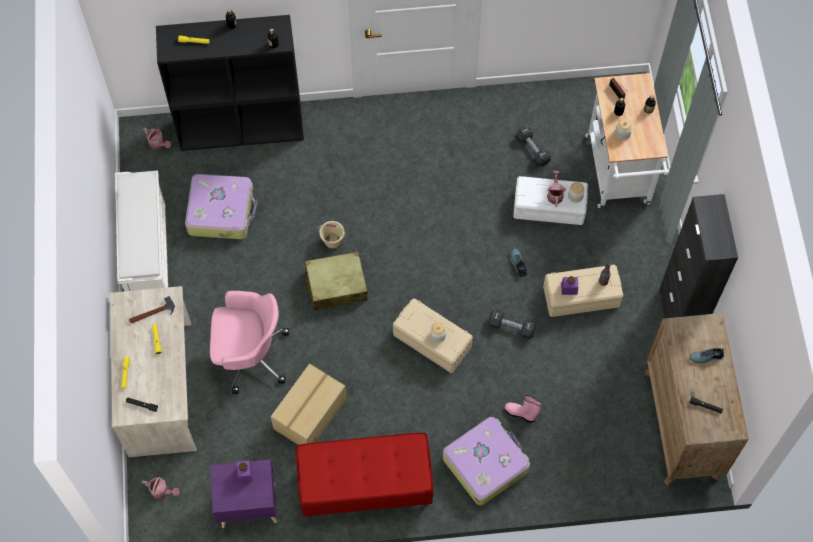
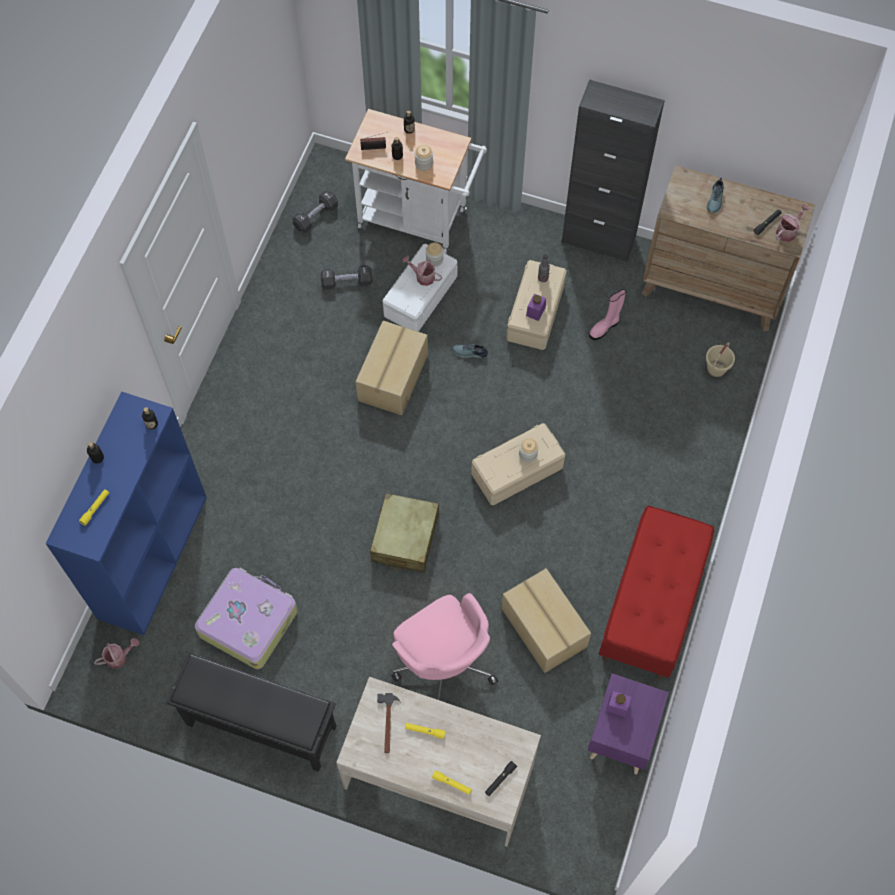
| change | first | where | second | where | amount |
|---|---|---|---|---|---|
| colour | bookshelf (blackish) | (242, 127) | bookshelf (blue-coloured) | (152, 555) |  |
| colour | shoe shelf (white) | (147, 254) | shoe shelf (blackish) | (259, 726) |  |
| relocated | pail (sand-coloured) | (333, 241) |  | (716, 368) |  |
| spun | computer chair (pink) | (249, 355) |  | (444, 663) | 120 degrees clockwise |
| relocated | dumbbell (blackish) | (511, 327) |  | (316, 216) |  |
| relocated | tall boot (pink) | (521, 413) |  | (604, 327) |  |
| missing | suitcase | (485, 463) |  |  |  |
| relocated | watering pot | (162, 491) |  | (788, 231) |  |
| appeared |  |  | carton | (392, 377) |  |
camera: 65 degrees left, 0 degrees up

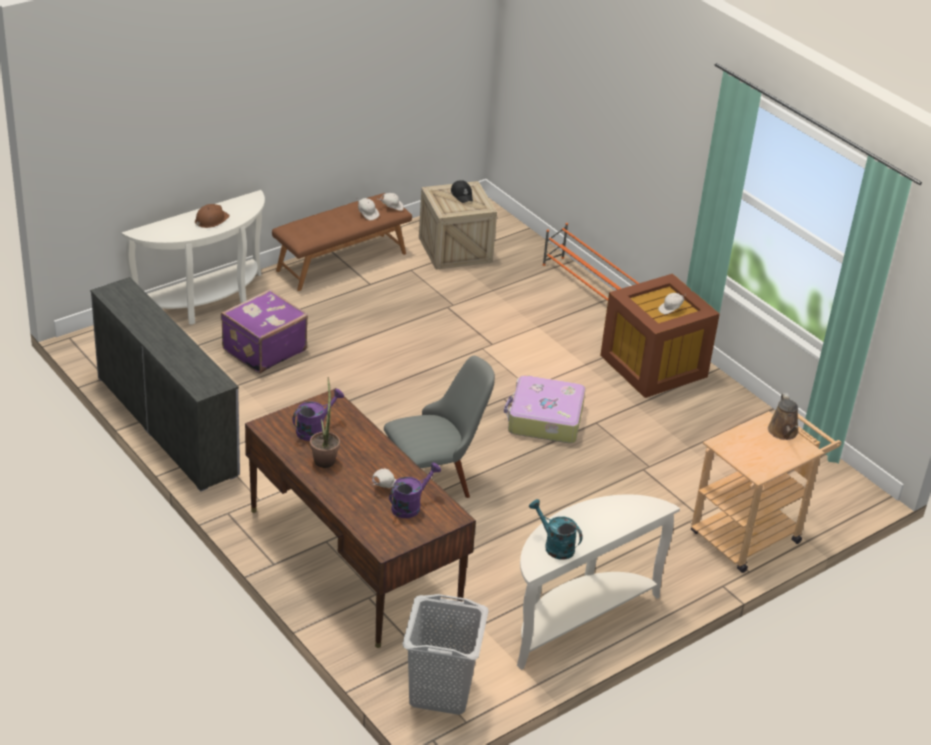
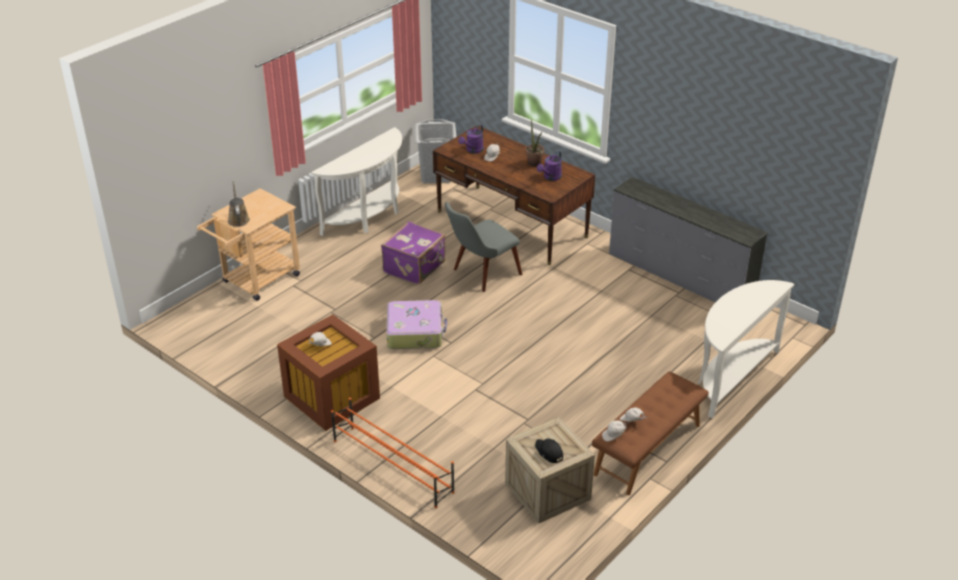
| change | first | where | second | where | amount |
|---|---|---|---|---|---|
| missing | hard hat (brown-coloured) | (211, 220) |  |  |  |
| relocated | suitcase (purple-coloured) | (263, 349) |  | (415, 267) |  |
| missing | watering pot (blue-green) | (554, 546) |  |  |  |
camera: 170 degrees right, 0 degrees up

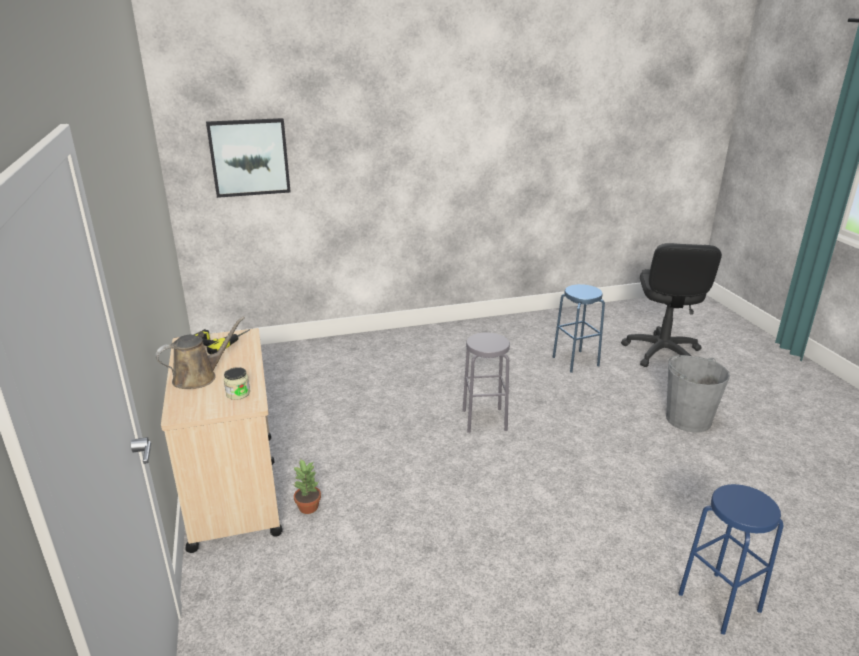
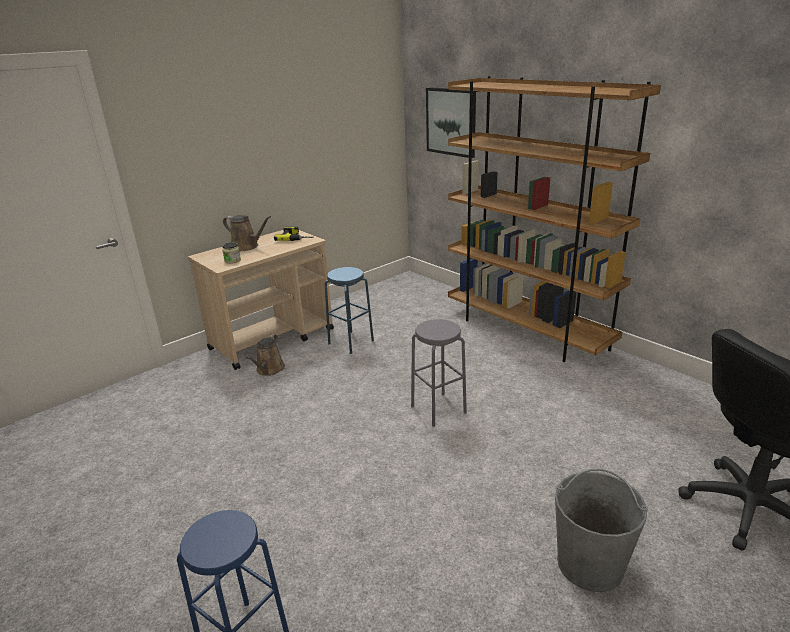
| change | first | where | second | where | amount |
|---|---|---|---|---|---|
| relocated | stool seat (blue-coloured) | (575, 361) |  | (351, 342) |  |
| exchanged | potted plant | (309, 507) | watering pot (brown-coloured) | (269, 370) |  |
| appeared |  |  | bookshelf (brown-coloured) | (527, 331) |  |
camera: 65 degrees right, 0 degrees up

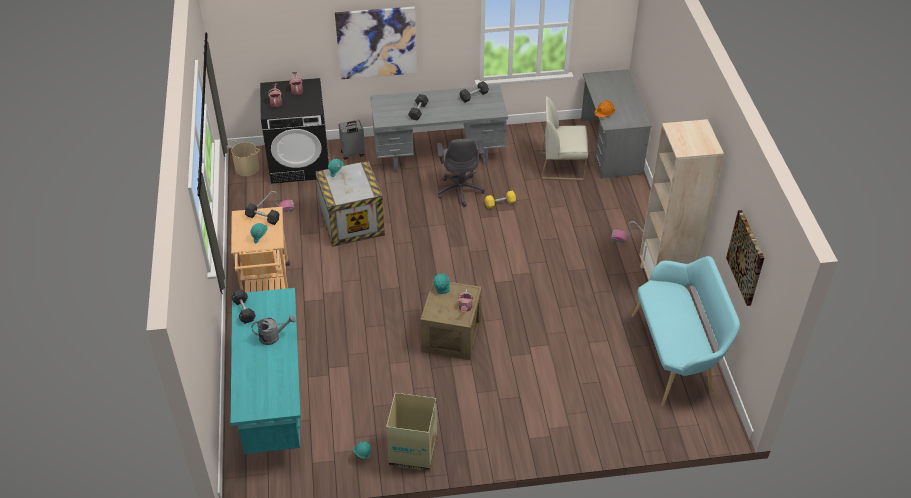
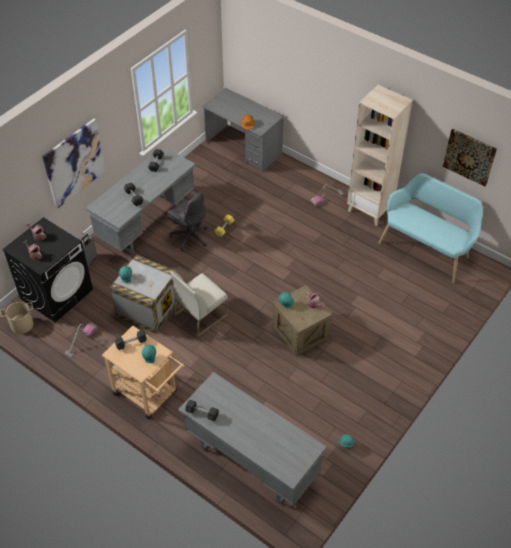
| change | first | where | second | where | amount |
|---|---|---|---|---|---|
| relocated | chair (white) | (562, 166) |  | (201, 314) |  |
| colour | desk (blue-green) | (273, 401) | desk (gray) | (250, 461) |  |
| missing | watering pot (gray) | (273, 337) |  |  |  |
| missing | carton | (413, 451) |  |  |  |
camera: 45 degrees left, 5 degrees up

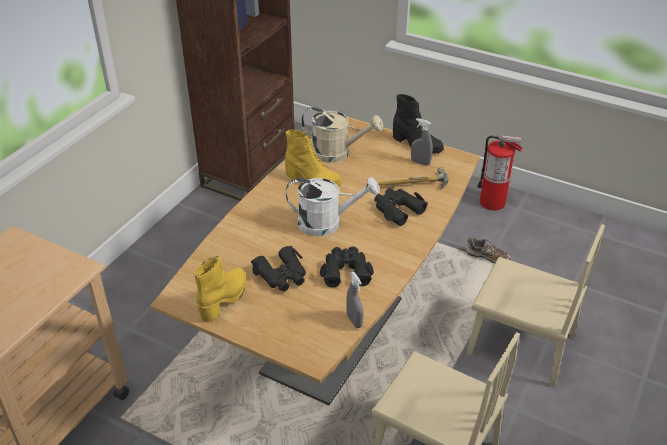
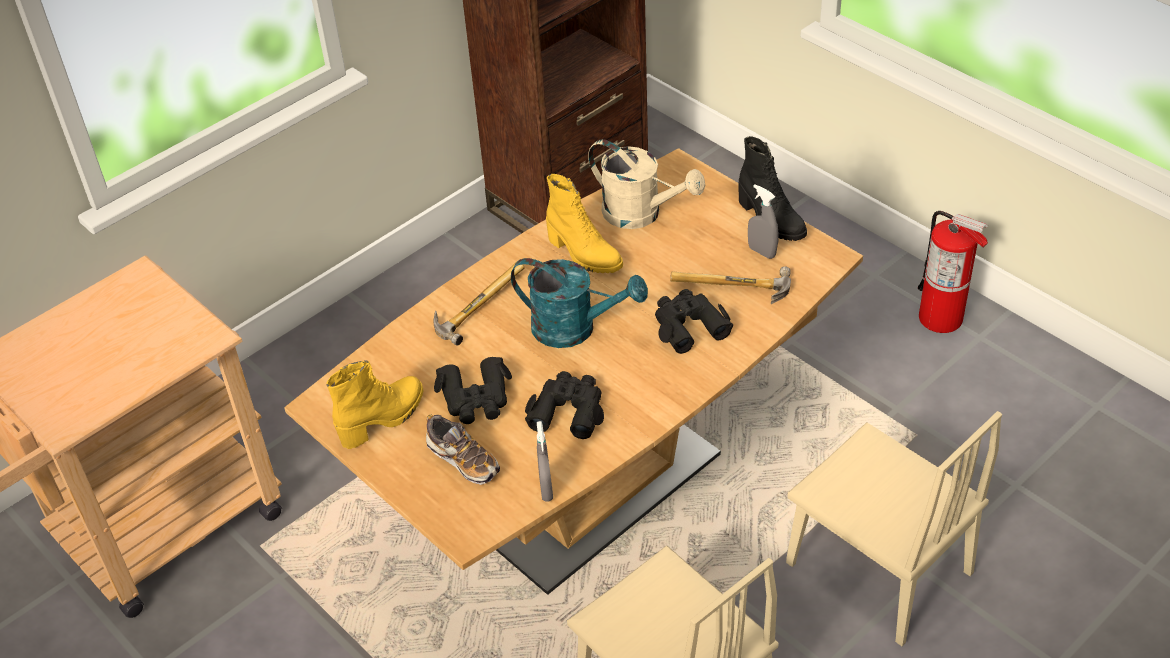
| change | first | where | second | where | amount |
|---|---|---|---|---|---|
| colour | watering pot (white) | (327, 223) | watering pot (blue-green) | (575, 328) |  |
| relocated | item of footwear | (487, 257) |  | (463, 460) |  |
| appeared |  |  | hand hammer | (477, 303) |  |
camera: 20 degrees right, 5 degrees up

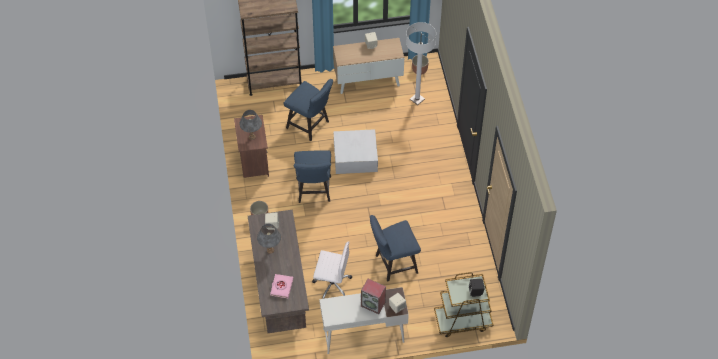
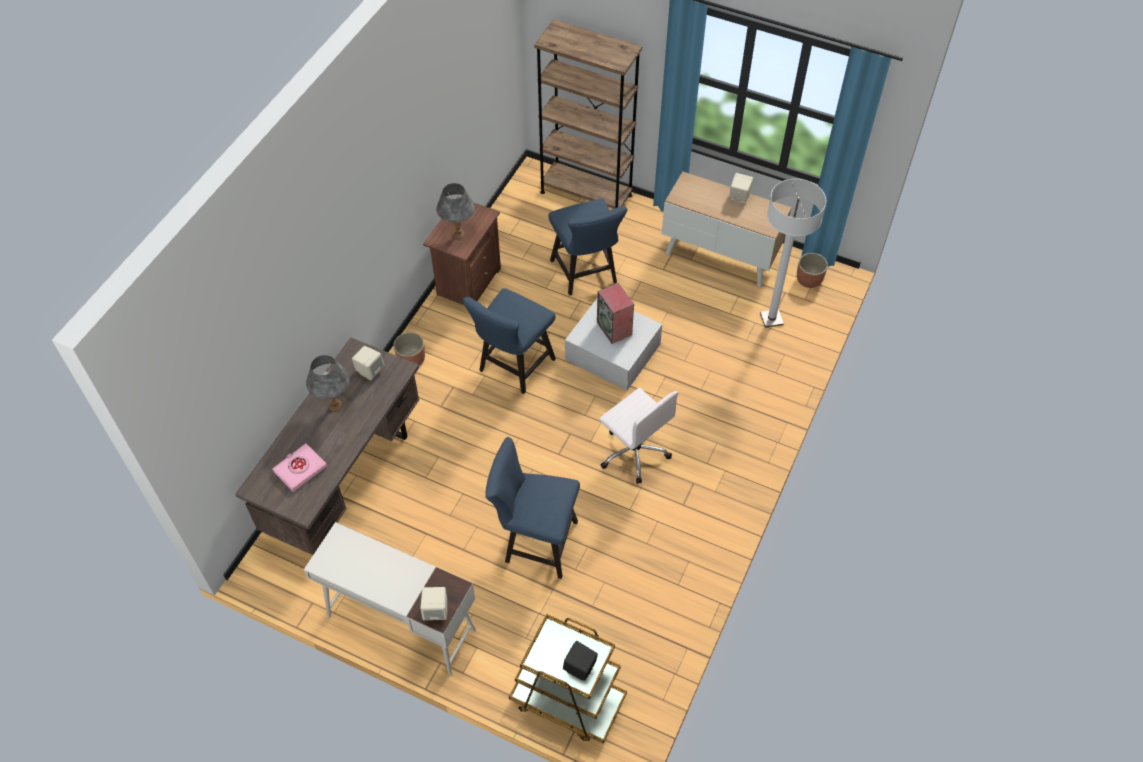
| change | first | where | second | where | amount |
|---|---|---|---|---|---|
| relocated | computer chair (white) | (332, 285) |  | (634, 452) |  |
| relocated | audio speaker | (373, 304) |  | (615, 328) |  |
camera: 35 degrees right, 0 degrees up

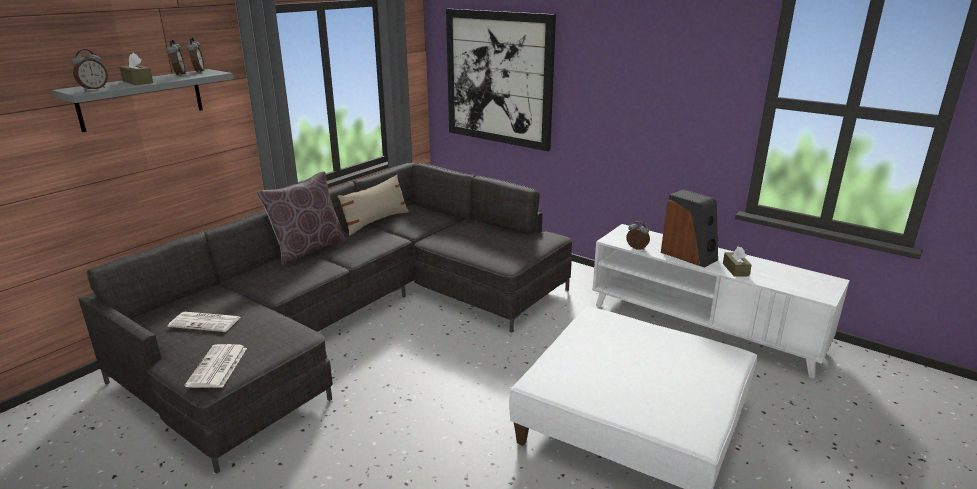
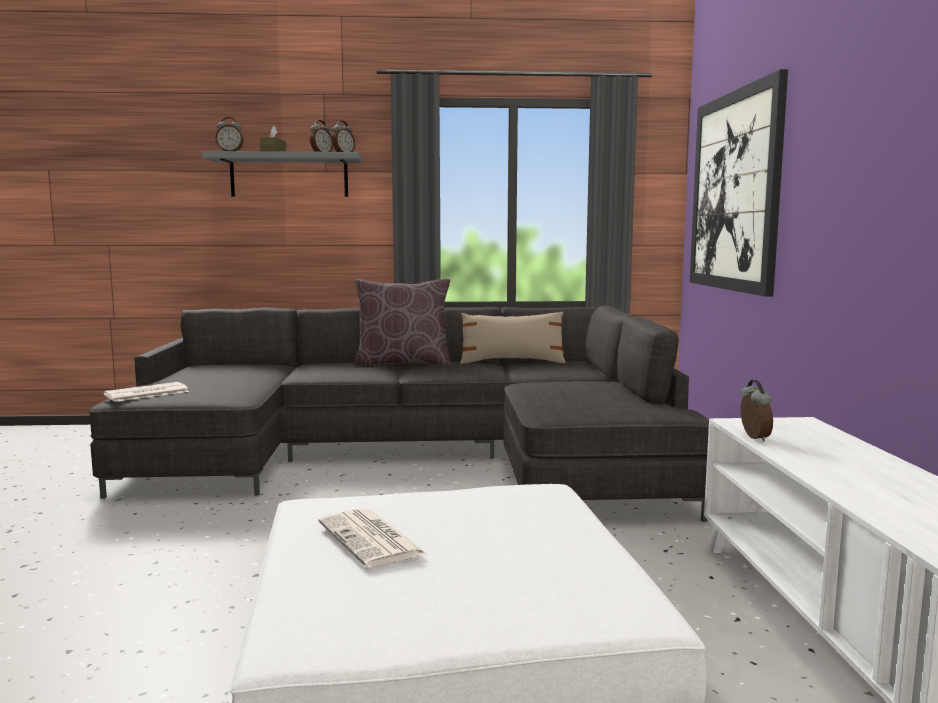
| change | first | where | second | where | amount |
|---|---|---|---|---|---|
| missing | audio speaker | (689, 255) |  |  |  |
| missing | box of tissues (brown-coloured) | (735, 269) |  |  |  |
| relocated | printed paper | (206, 322) |  | (372, 539) |  |
camera: 50 degrees right, 15 degrees down

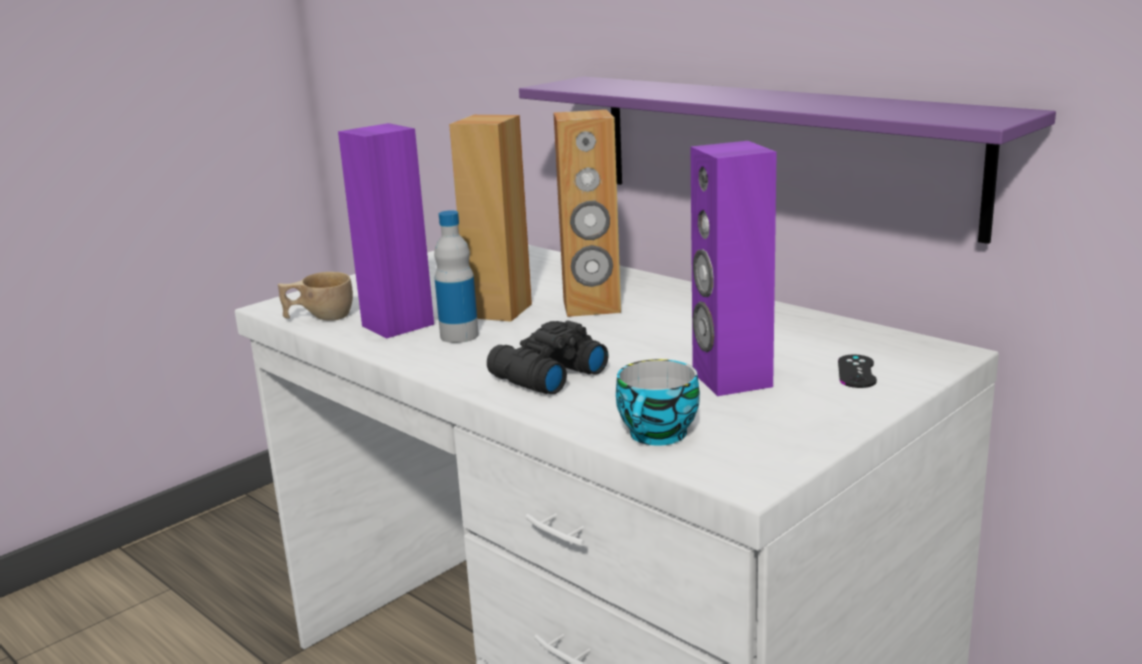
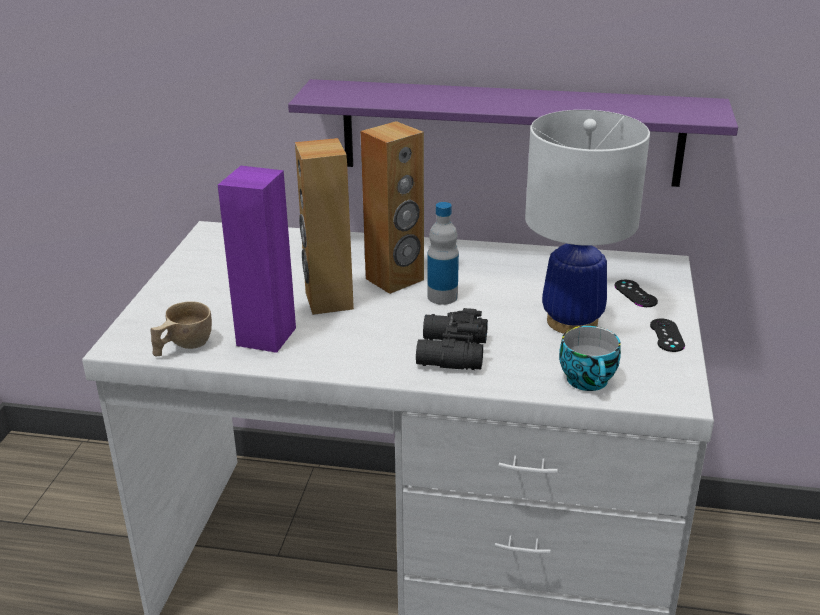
| change | first | where | second | where | amount |
|---|---|---|---|---|---|
| exchanged | audio speaker (purple-coloured) | (730, 379) | lamp for a table (white) | (572, 321) |  |
| relocated | drink bottle | (459, 336) |  | (442, 296) |  |
| appeared |  |  | gamepad (blackish) | (667, 335) |  |
camera: 35 degrees left, 10 degrees up

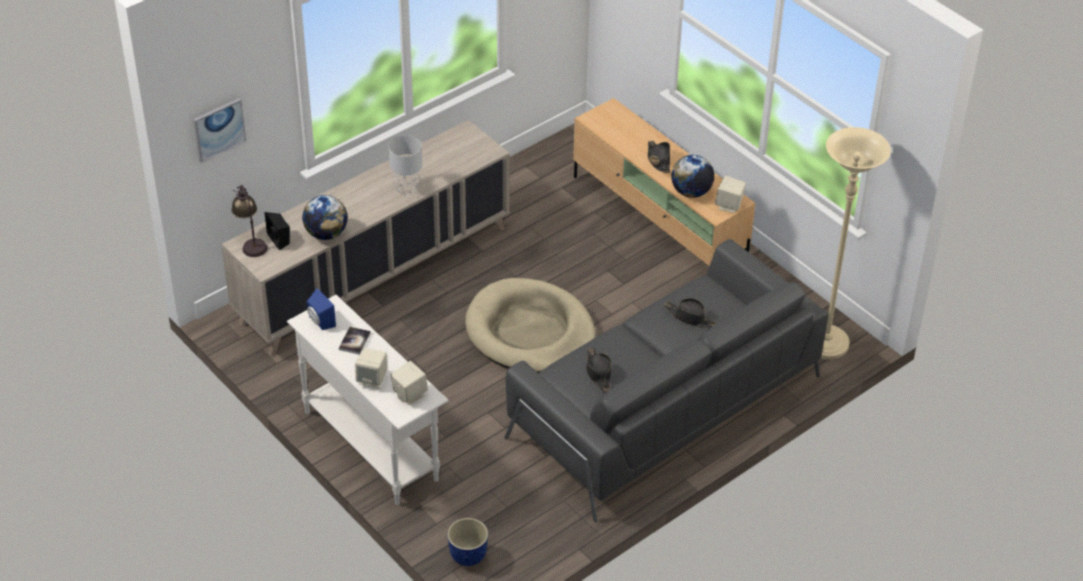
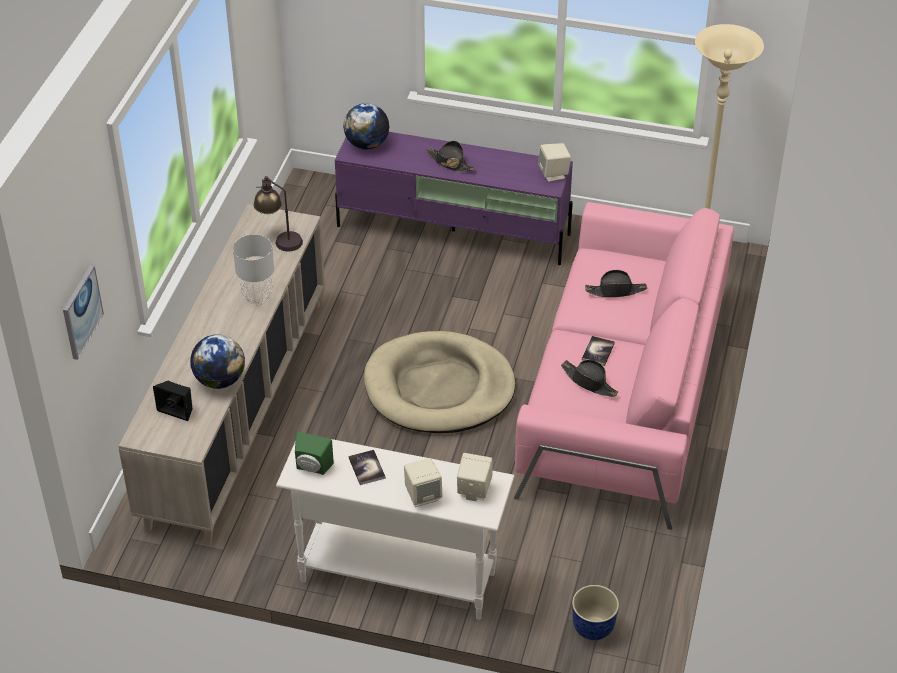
| change | first | where | second | where | amount |
|---|---|---|---|---|---|
| colour | media console (sand-coloured) | (658, 222) | media console (purple-coloured) | (454, 231) |  |
| relocated | globe | (691, 192) |  | (366, 144) |  |
| relocated | lamp for a table | (251, 242) |  | (279, 239) |  |
| colour | settee (gray) | (664, 406) | settee (pink) | (624, 392) |  |
| colour | audio speaker (blue-coloured) | (320, 322) | audio speaker (greenish) | (312, 468) |  |
| appeared |  |  | book | (598, 351) |  |
camera: 35 degrees left, 0 degrees up

